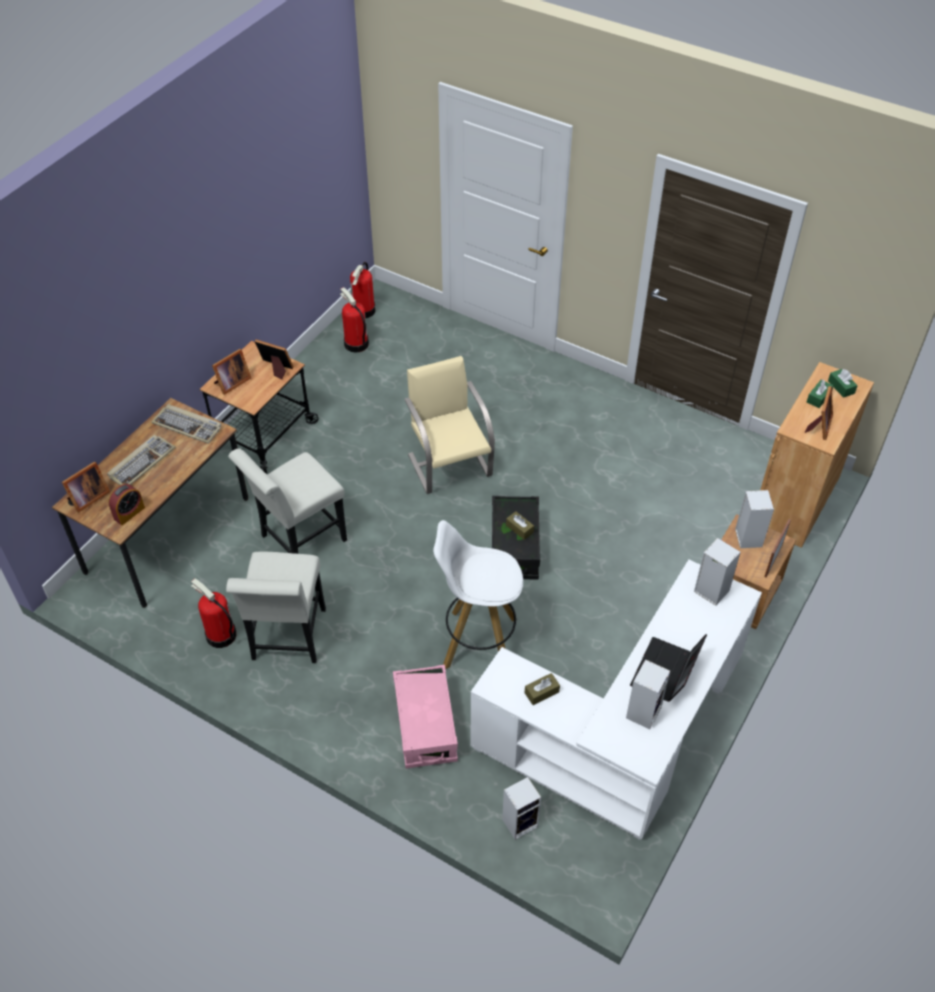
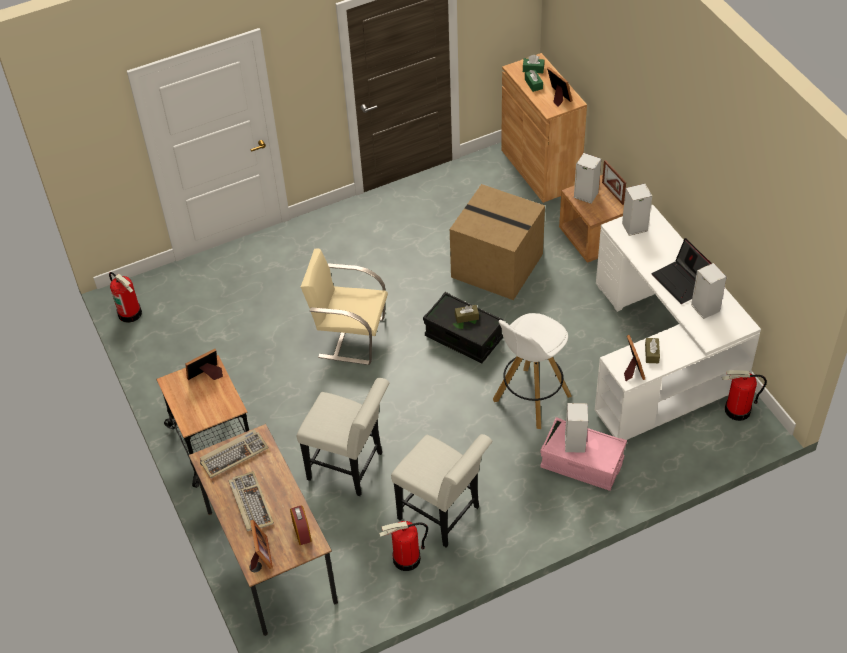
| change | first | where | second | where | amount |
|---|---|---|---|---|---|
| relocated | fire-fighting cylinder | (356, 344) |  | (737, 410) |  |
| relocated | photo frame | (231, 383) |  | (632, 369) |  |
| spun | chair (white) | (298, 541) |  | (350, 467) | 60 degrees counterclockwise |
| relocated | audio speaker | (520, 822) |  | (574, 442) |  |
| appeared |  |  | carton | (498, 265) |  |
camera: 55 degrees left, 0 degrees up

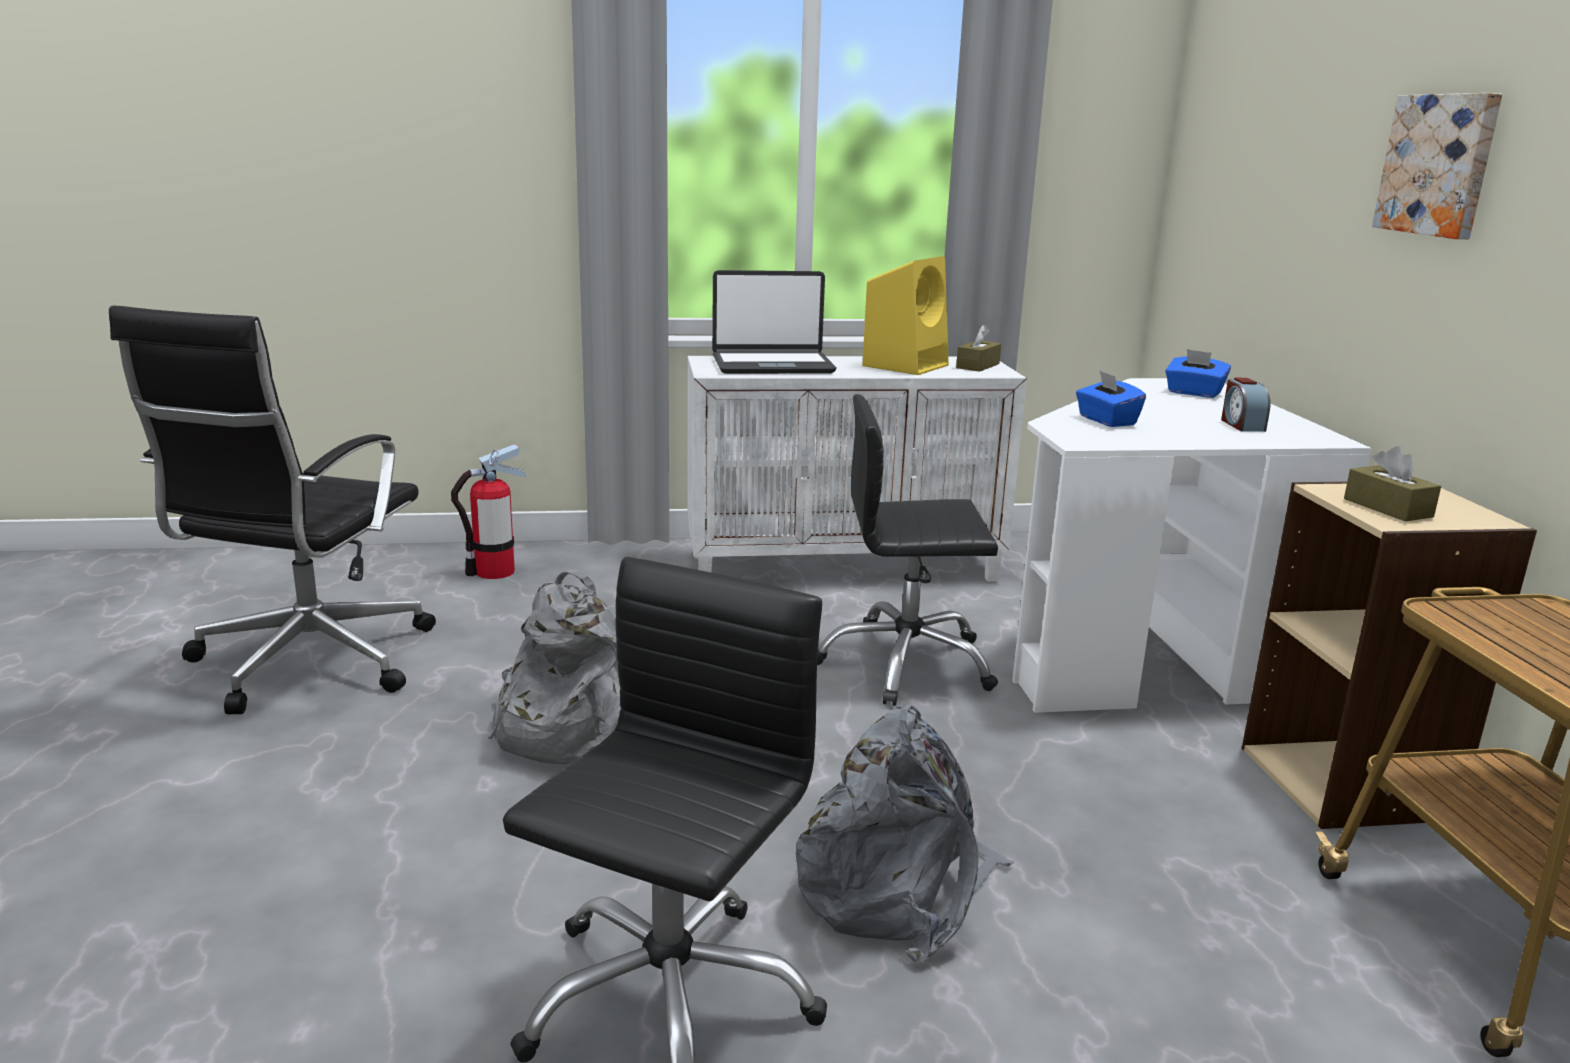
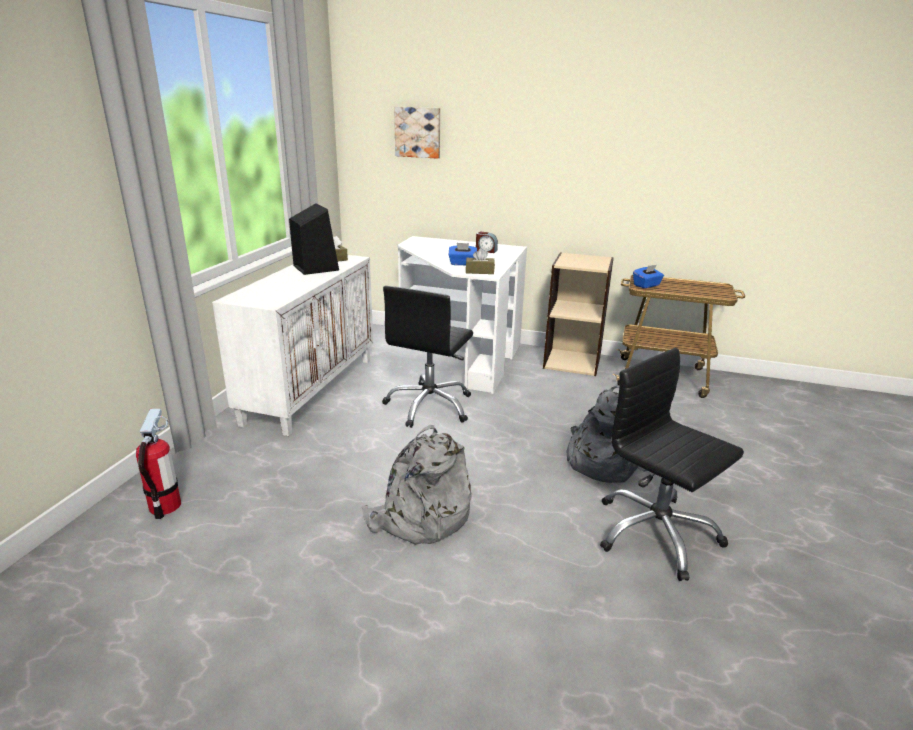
| change | first | where | second | where | amount |
|---|---|---|---|---|---|
| relocated | wall art | (1440, 165) |  | (418, 132) |  |
| colour | audio speaker (yellow) | (906, 365) | audio speaker (blackish) | (315, 267) |  |
| missing | notebook computer | (772, 365) |  |  |  |
| missing | computer chair (blackish) | (307, 663) |  |  |  |
| relocated | box of tissues (blue-coloured) | (1194, 393) |  | (646, 285) |  |
| relocated | box of tissues (brown-coloured) | (1387, 508) |  | (479, 271) |  |
camera: 65 degrees left, 5 degrees up

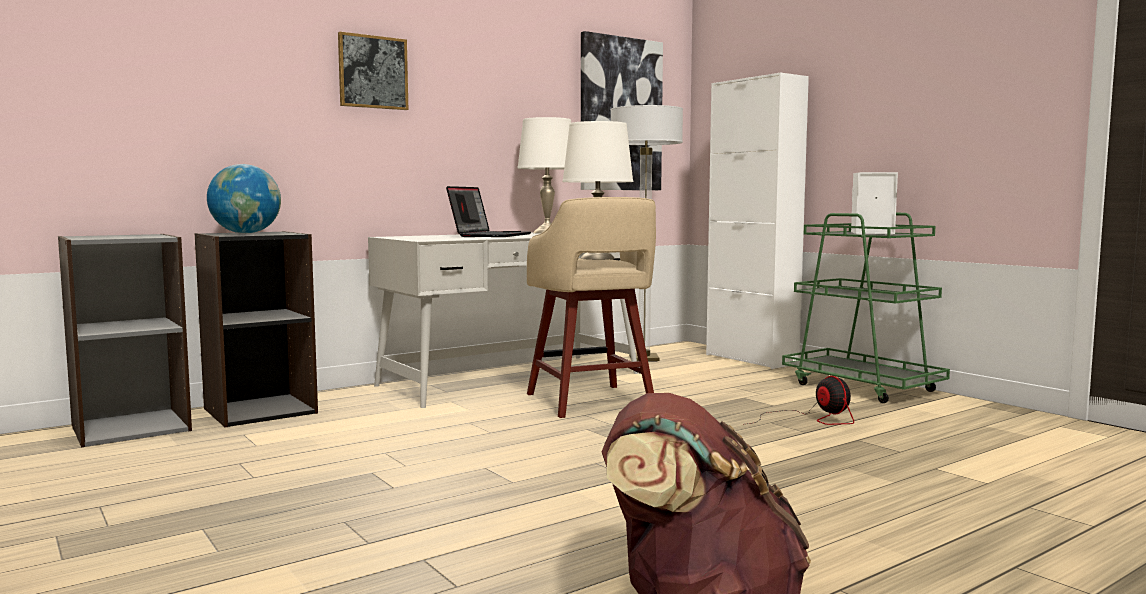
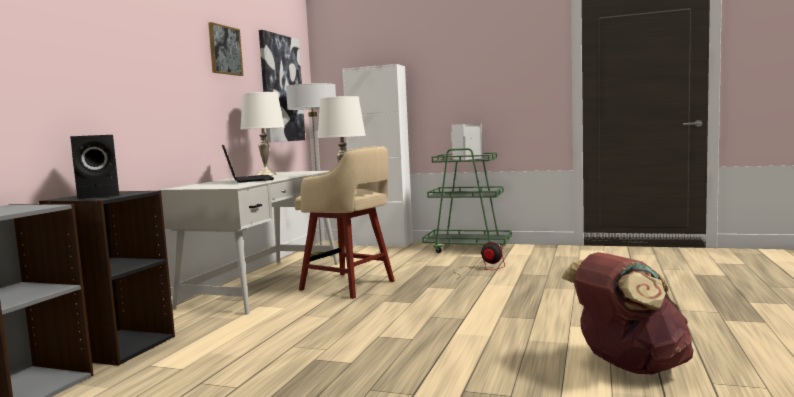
| change | first | where | second | where | amount |
|---|---|---|---|---|---|
| relocated | wall art | (373, 72) |  | (225, 50) |  |
| exchanged | globe | (246, 233) | audio speaker (blackish) | (101, 195) |  |
camera: 35 degrees left, 0 degrees up

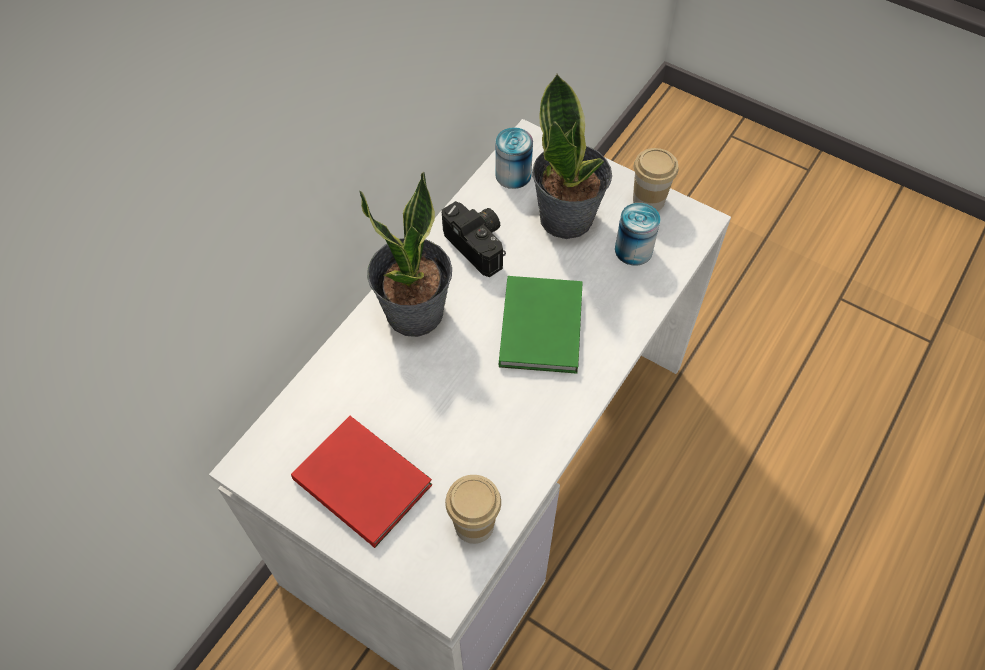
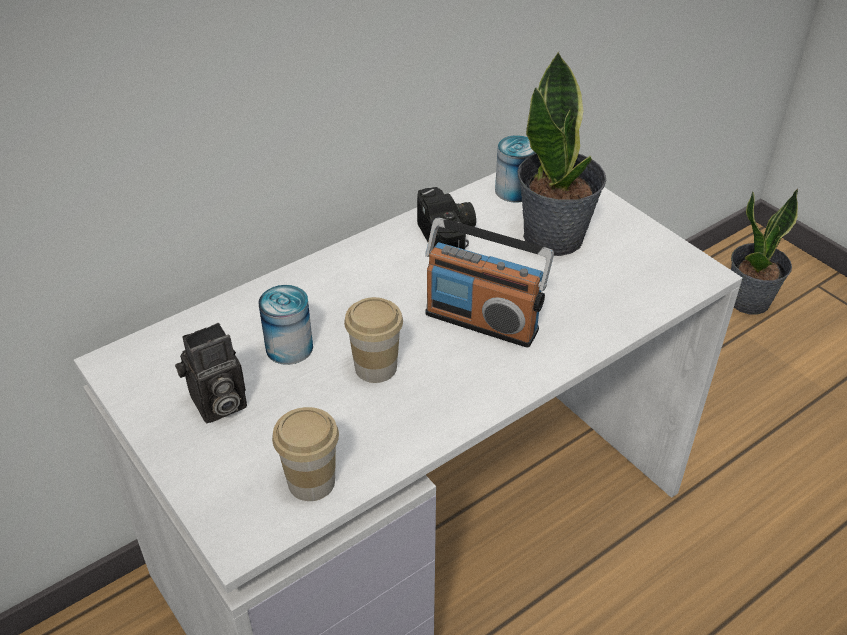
| change | first | where | second | where | amount |
|---|---|---|---|---|---|
| relocated | small cup | (648, 200) |  | (376, 367) |  |
| relocated | potted plant | (415, 313) |  | (749, 301) |  |
| relocated | sealed can | (633, 250) |  | (289, 347) |  |
| exchanged | book (greenish) | (543, 324) | radio | (482, 321) |  |
| exchanged | book (red) | (361, 479) | photo camera | (217, 405) |  |
camera: 20 degrees right, 15 degrees down

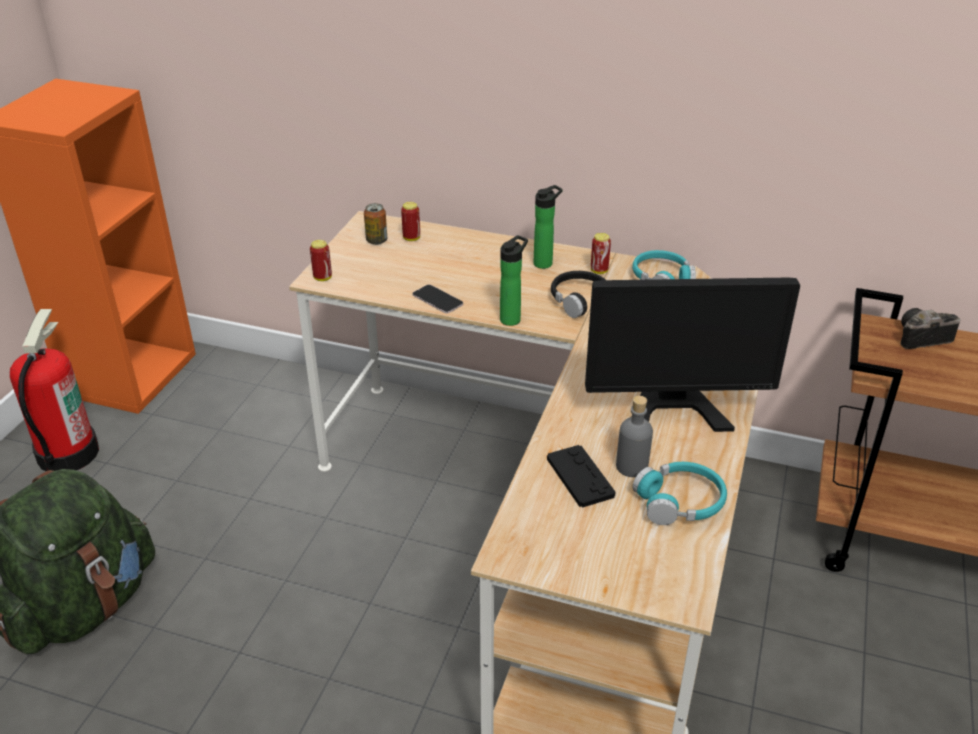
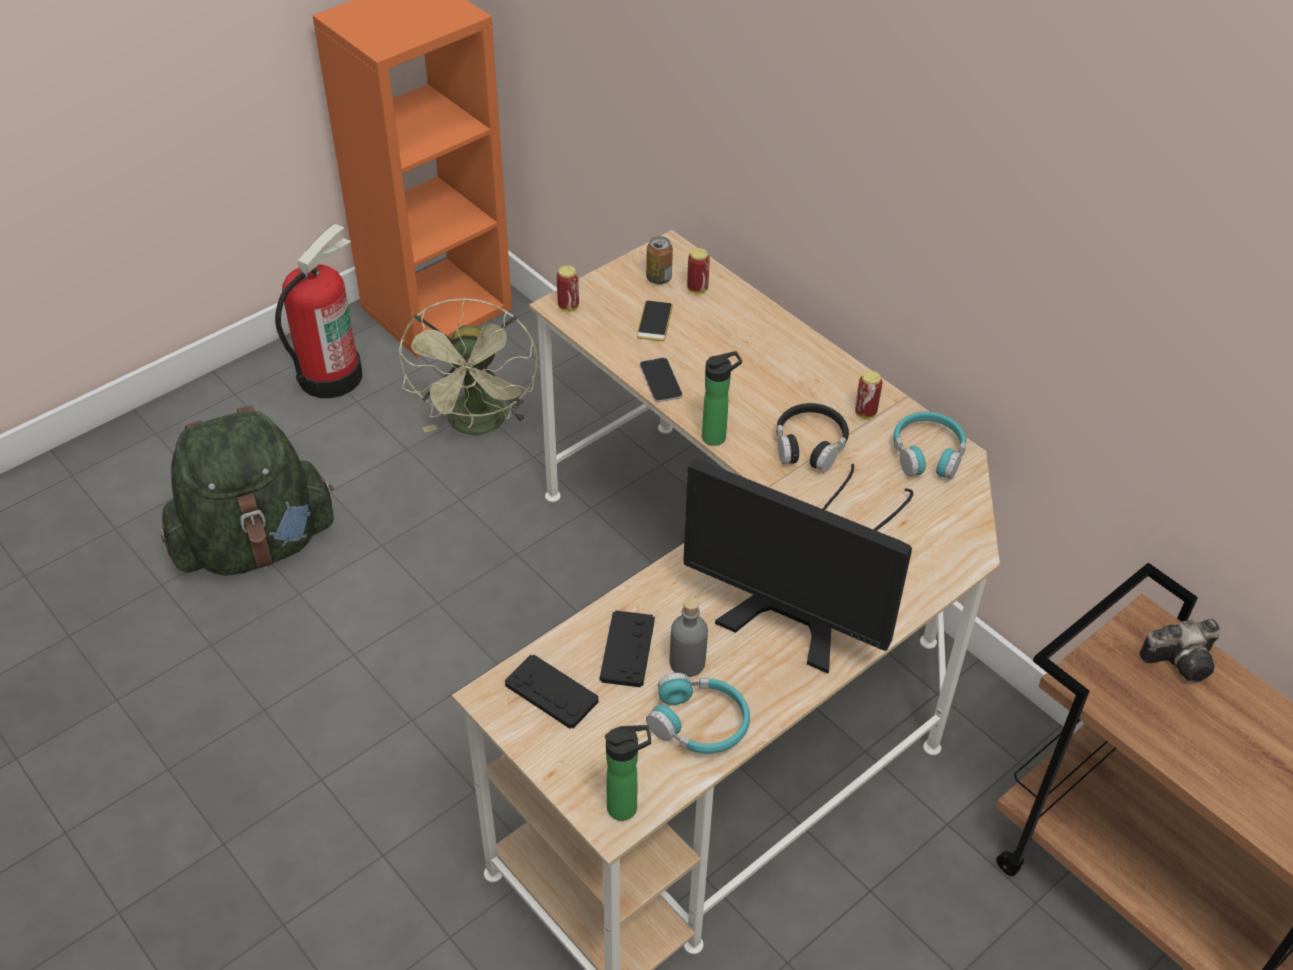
| change | first | where | second | where | amount |
|---|---|---|---|---|---|
| relocated | drink bottle | (545, 263) |  | (627, 807) |  |
| spun | photo camera | (919, 338) |  | (1183, 659) | 150 degrees clockwise |
| appeared |  |  | electric fan (greenish) | (478, 426) |  |
| appeared |  |  | telephone | (654, 321) |  |
| appeared |  |  | gamepad (blackish) | (551, 692) |  |
camera: 30 degrees right, 10 degrees up

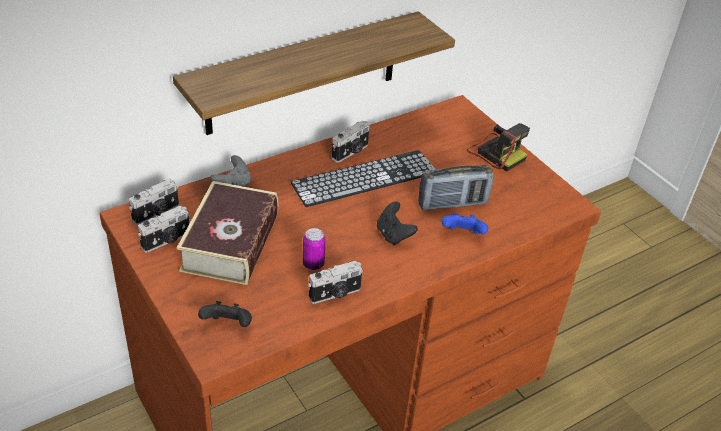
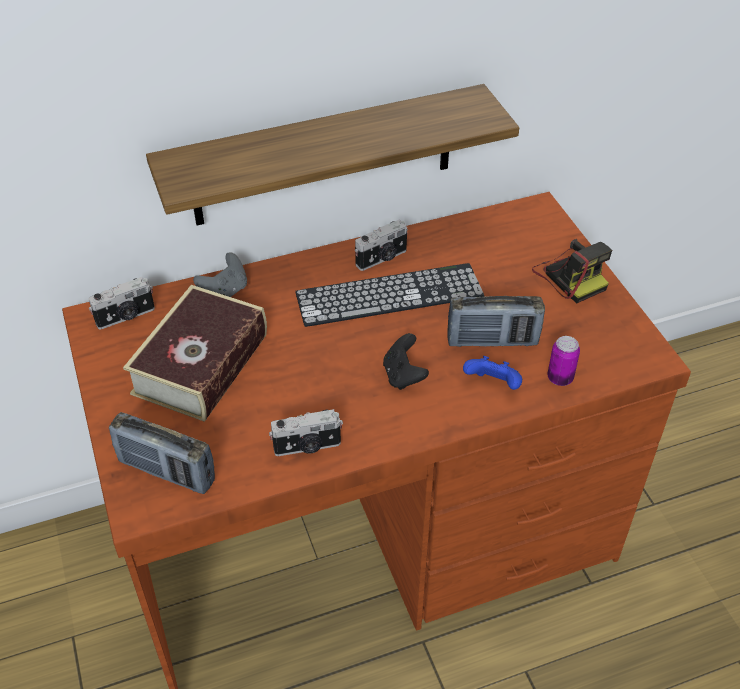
| change | first | where | second | where | amount |
|---|---|---|---|---|---|
| missing | photo camera | (167, 241) |  |  |  |
| relocated | sealed can | (313, 264) |  | (560, 378) |  |
| exchanged | gamepad (blackish) | (228, 325) | radio | (166, 471) |  |
camera: 15 degrees right, 5 degrees up

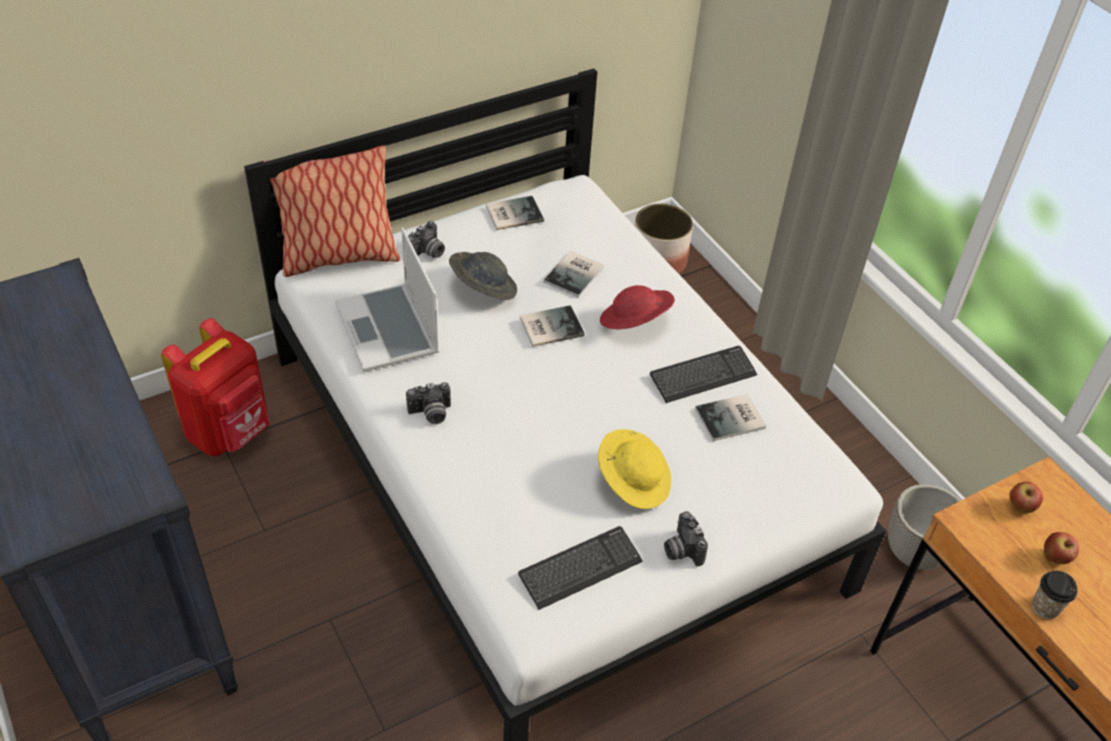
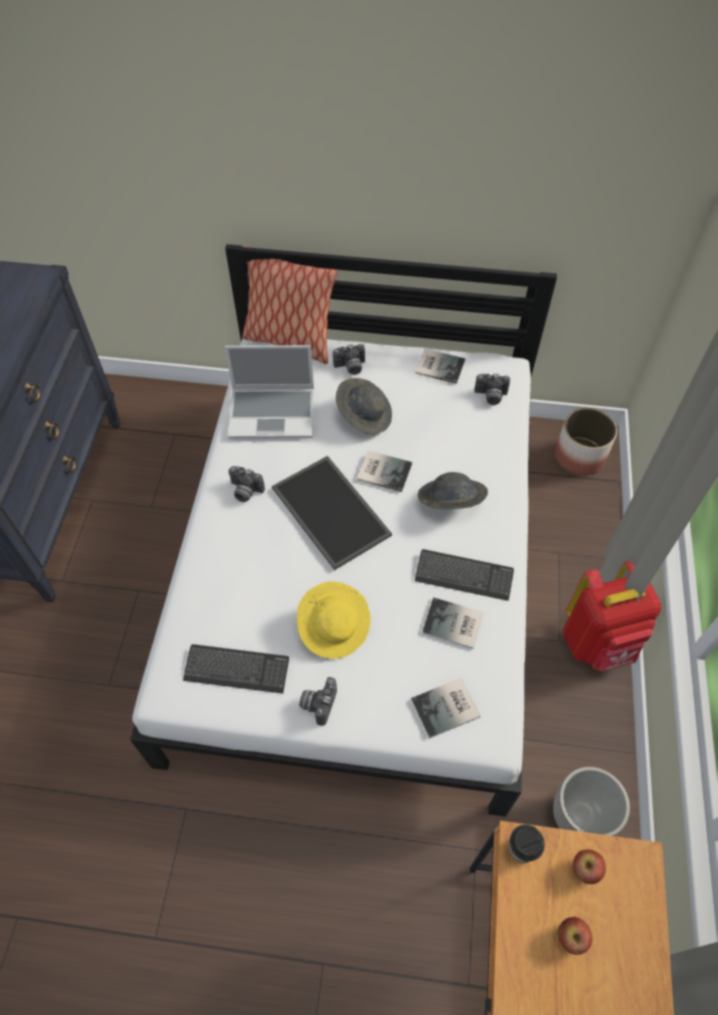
| change | first | where | second | where | amount |
|---|---|---|---|---|---|
| spun | notebook computer | (389, 330) |  | (273, 413) | 105 degrees counterclockwise |
| relocated | book | (576, 274) |  | (447, 709) |  |
| colour | clothing hat (red) | (634, 323) | clothing hat (gray) | (450, 502) |  |
| relocated | knapsack (red) | (230, 432) |  | (598, 642) |  |
| relocated | small cup | (1045, 607) |  | (521, 849) |  |
| appeared |  |  | photo camera | (490, 396) |  |
| appeared |  |  | carrying tray | (333, 511) |  |
camera: 40 degrees right, 10 degrees up

